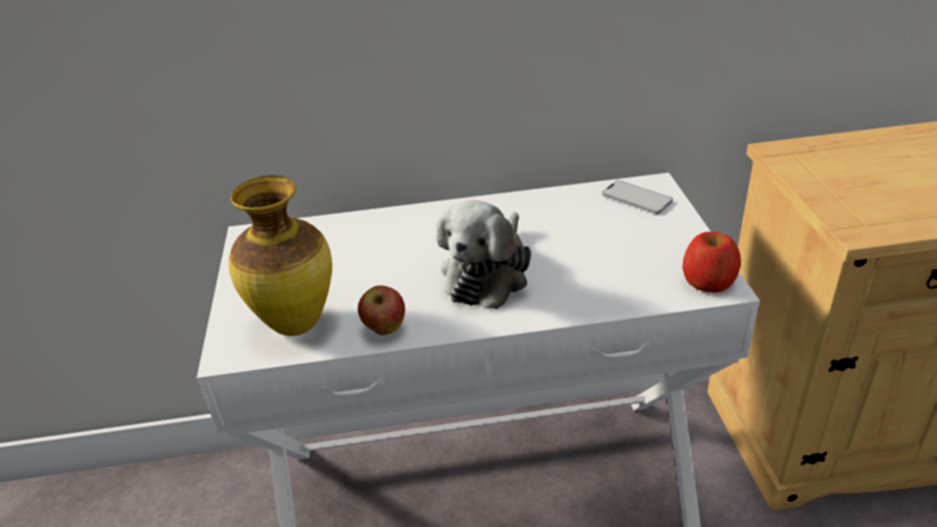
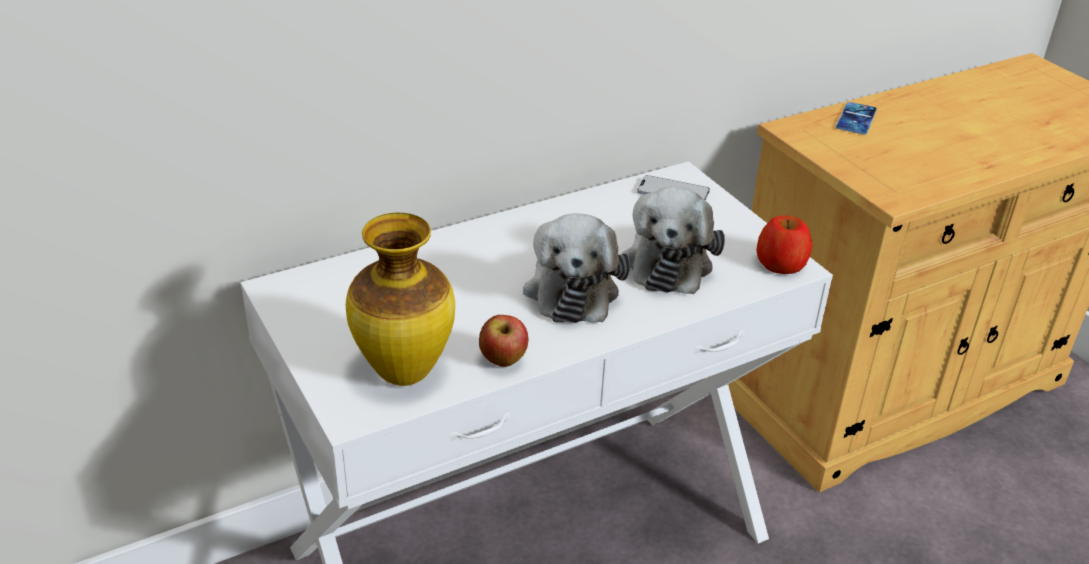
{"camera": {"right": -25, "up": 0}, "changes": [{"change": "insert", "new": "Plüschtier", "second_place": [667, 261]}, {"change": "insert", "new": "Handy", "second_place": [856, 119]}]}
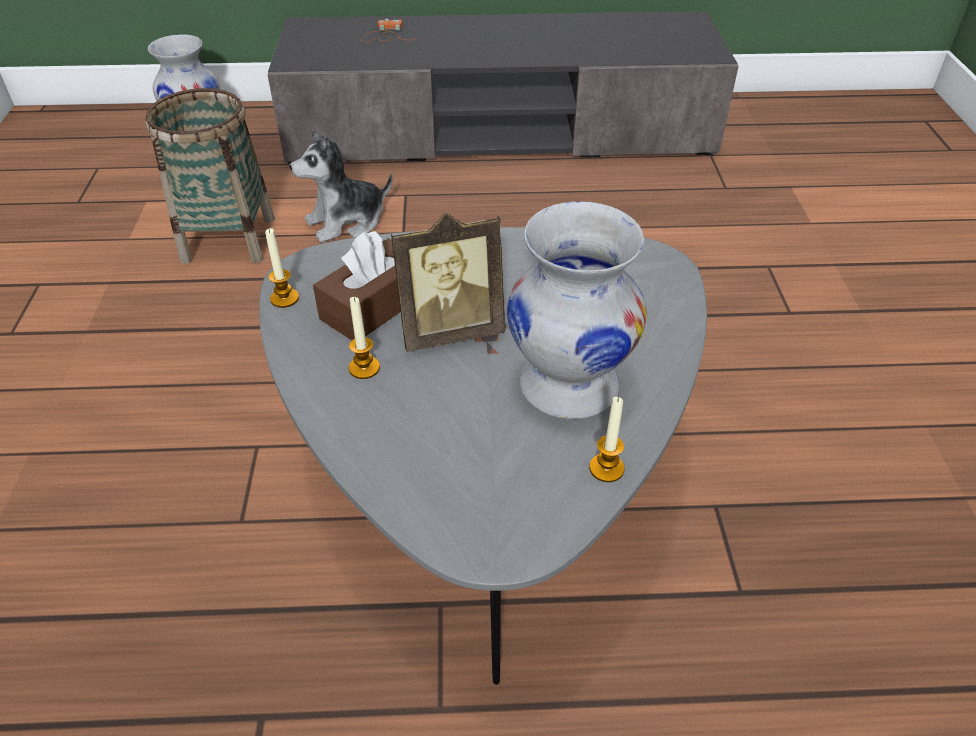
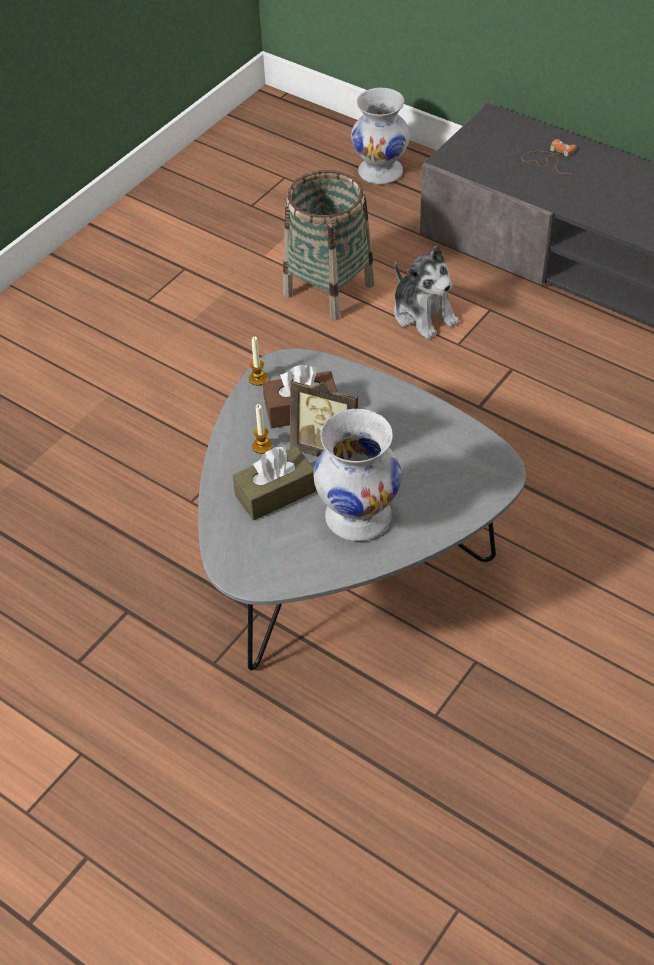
{"camera": {"right": 40, "up": 5}, "changes": [{"change": "rotate", "old": "Plüschtier", "first_place": [346, 222], "second_place": [423, 314], "degrees": -135}, {"change": "delete", "old": "Kerze", "first_place": [606, 468]}, {"change": "insert", "new": "Taschentuchbox (braun)", "second_place": [276, 493]}]}
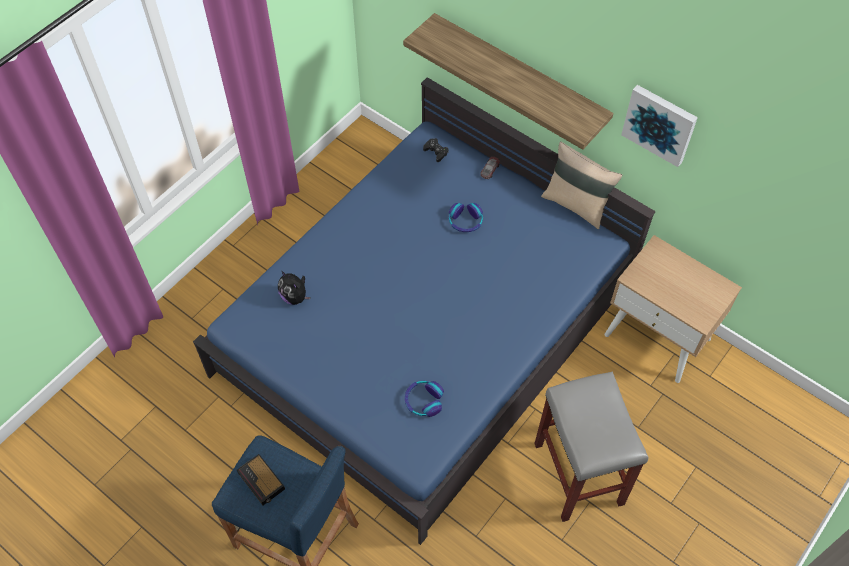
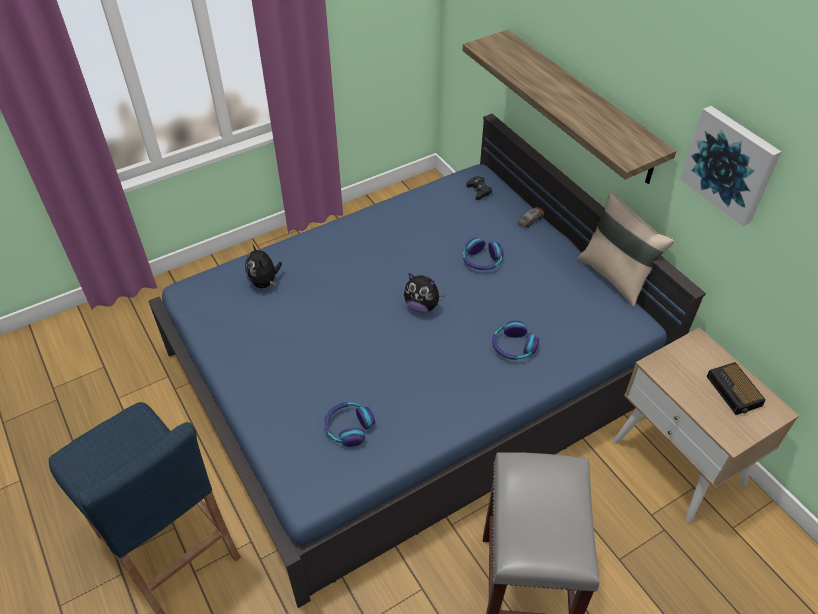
{"camera": {"right": 20, "up": -10}, "changes": [{"change": "move", "old": "Wecker", "first_place": [262, 482], "second_place": [734, 392]}, {"change": "insert", "new": "Plüschtier", "second_place": [422, 306]}, {"change": "insert", "new": "Kopfhörer", "second_place": [513, 346]}]}
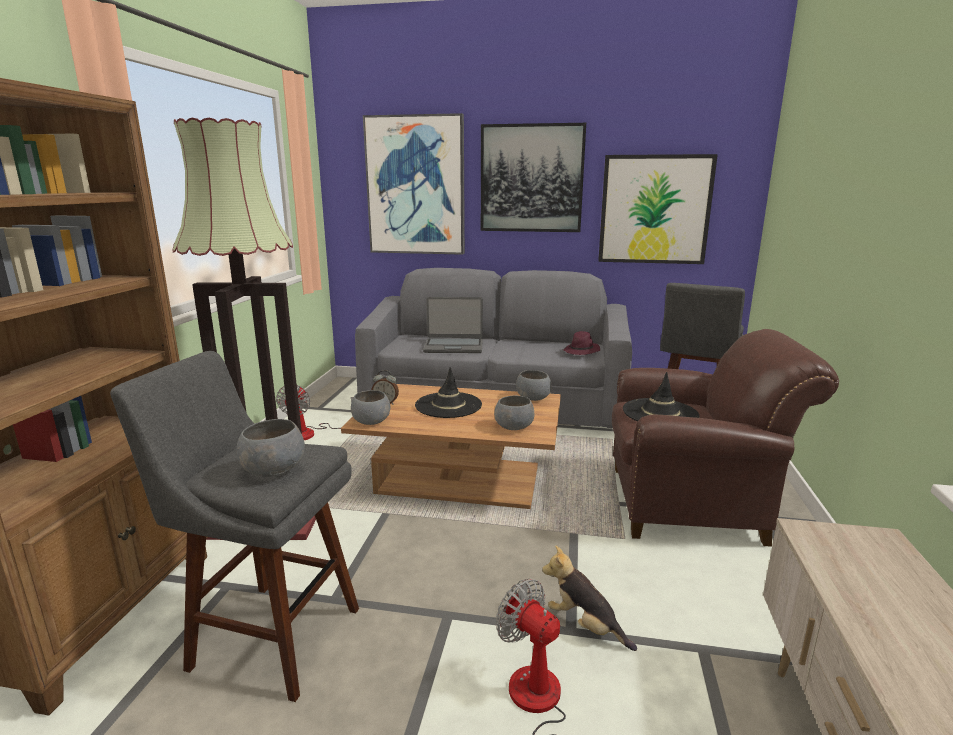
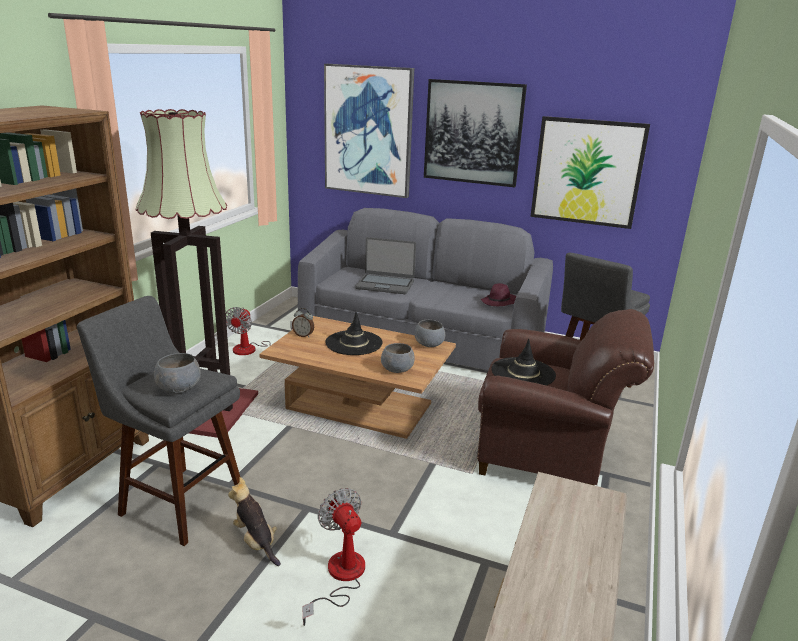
{"camera": {"right": 10, "up": 5}, "changes": [{"change": "delete", "old": "Schüssel (grau)", "first_place": [371, 422]}, {"change": "move", "old": "Plüschtier", "first_place": [585, 625], "second_place": [256, 542]}]}
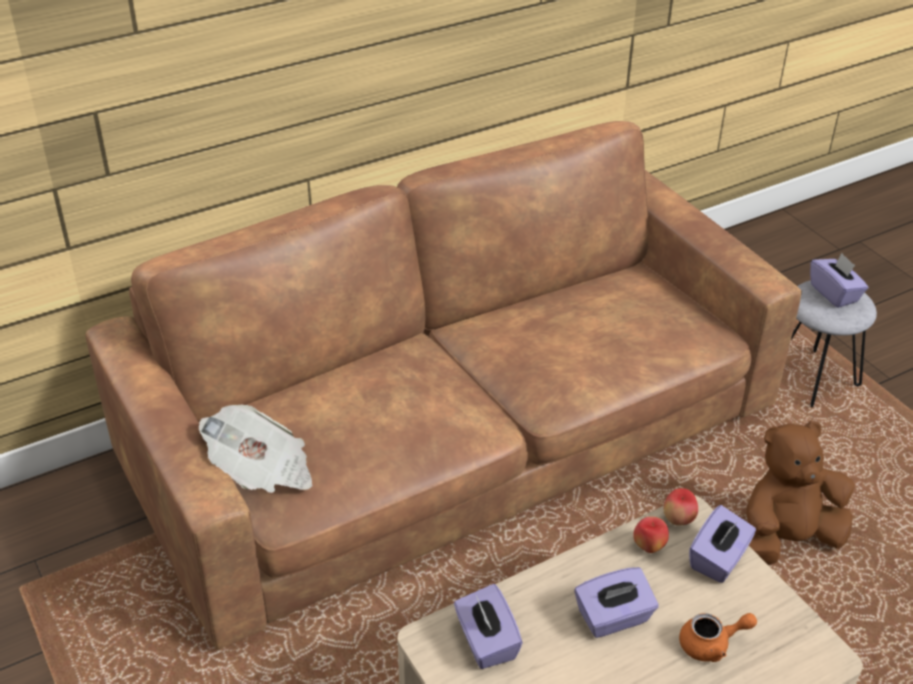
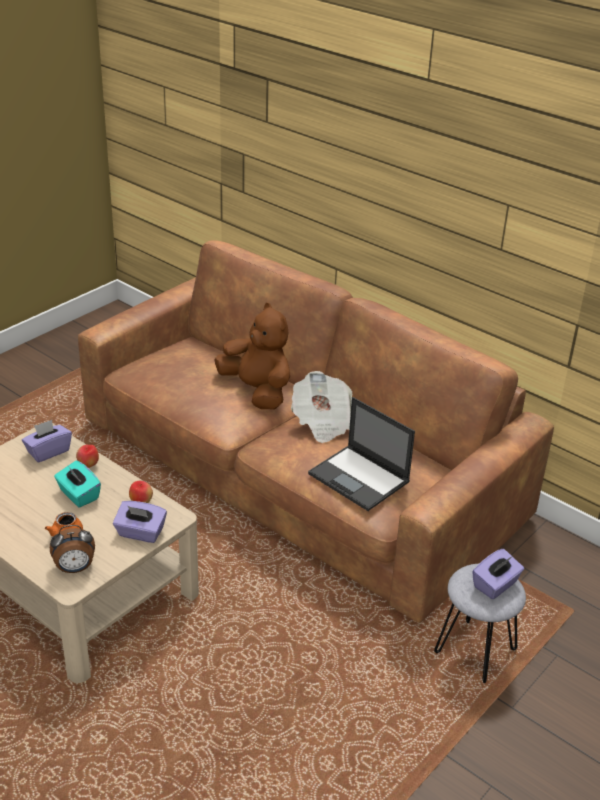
{"camera": {"right": 70, "up": -5}, "changes": [{"change": "move", "old": "Zeitung", "first_place": [262, 471], "second_place": [322, 422]}, {"change": "recolor", "old": "Taschentuchbox (lila)", "new": "Taschentuchbox (türkis)", "first_place": [613, 618], "second_place": [78, 495]}, {"change": "move", "old": "Apfel", "first_place": [678, 520], "second_place": [88, 465]}, {"change": "move", "old": "Plüschtier (braun)", "first_place": [785, 539], "second_place": [257, 391]}, {"change": "insert", "new": "Wecker", "second_place": [75, 569]}, {"change": "insert", "new": "Laptop", "second_place": [360, 478]}]}
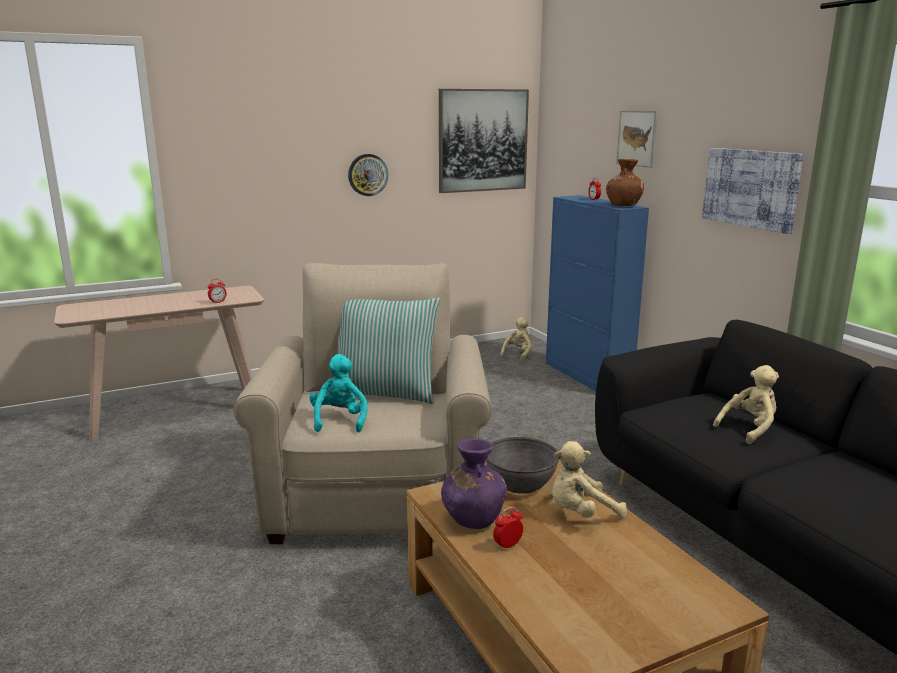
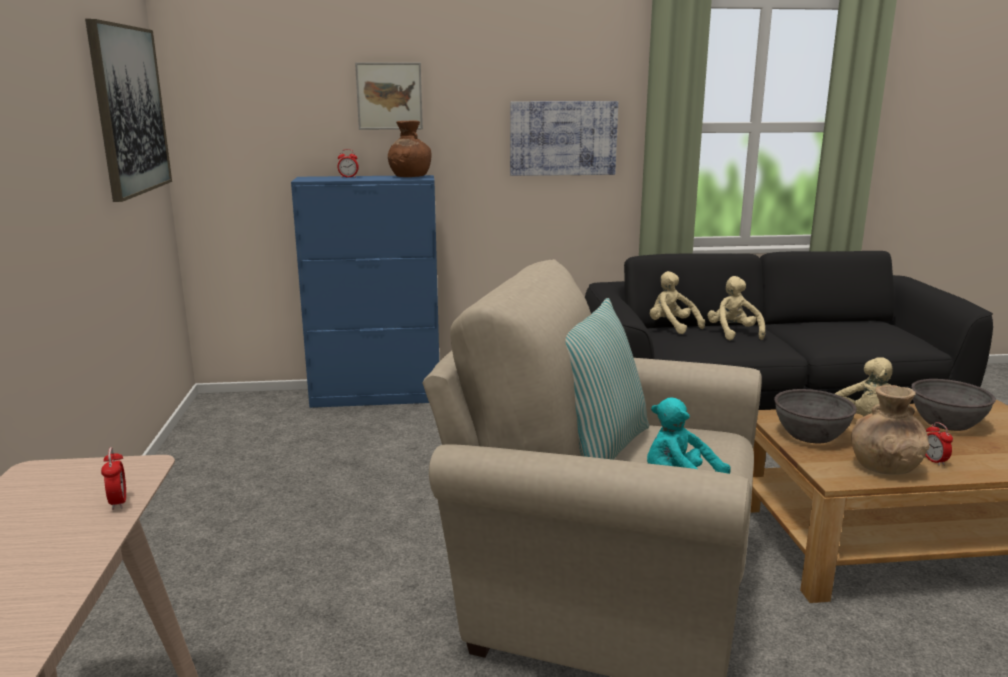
{"camera": {"right": -70, "up": 0}, "changes": [{"change": "delete", "old": "Wanduhr", "first_place": [367, 175]}, {"change": "recolor", "old": "Vase (lila)", "new": "Vase (braun)", "first_place": [473, 517], "second_place": [884, 467]}, {"change": "move", "old": "Plüschtier (beige)", "first_place": [517, 354], "second_place": [672, 327]}, {"change": "insert", "new": "Schüssel (grau)", "second_place": [946, 422]}]}
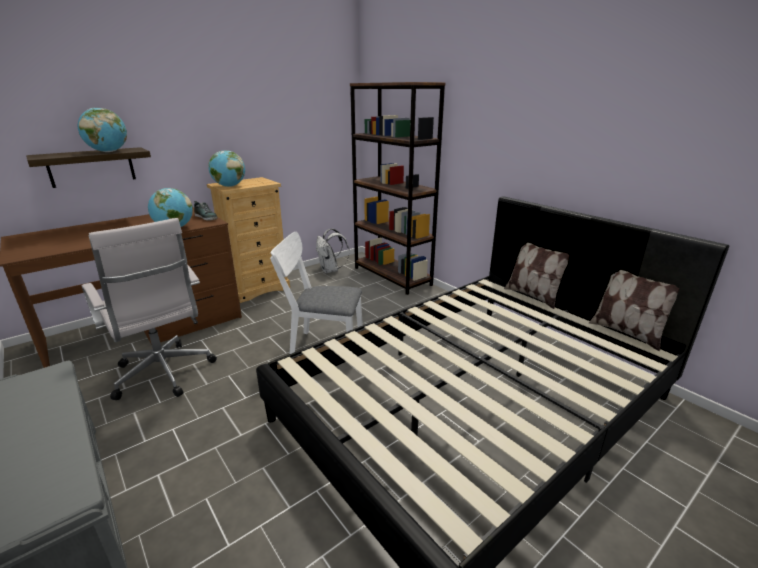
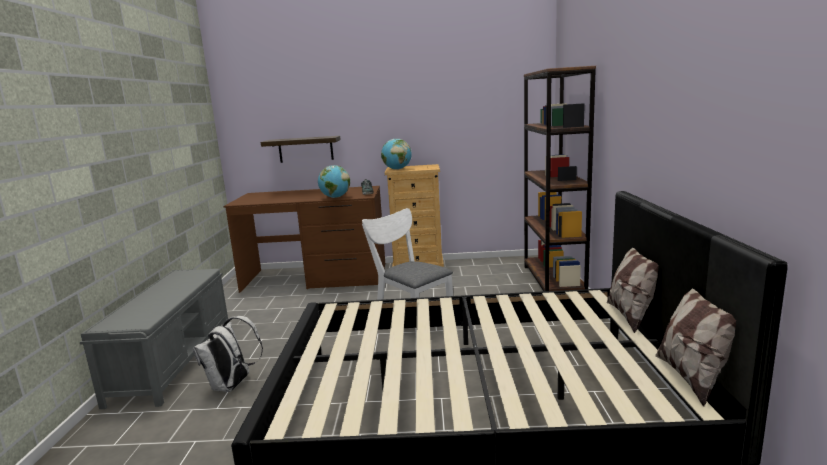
{"camera": {"right": 40, "up": -10}, "changes": [{"change": "delete", "old": "Globus", "first_place": [108, 152]}, {"change": "delete", "old": "Bürostuhl (weiß)", "first_place": [165, 375]}, {"change": "move", "old": "Rucksack (weiß)", "first_place": [330, 270], "second_place": [232, 386]}]}
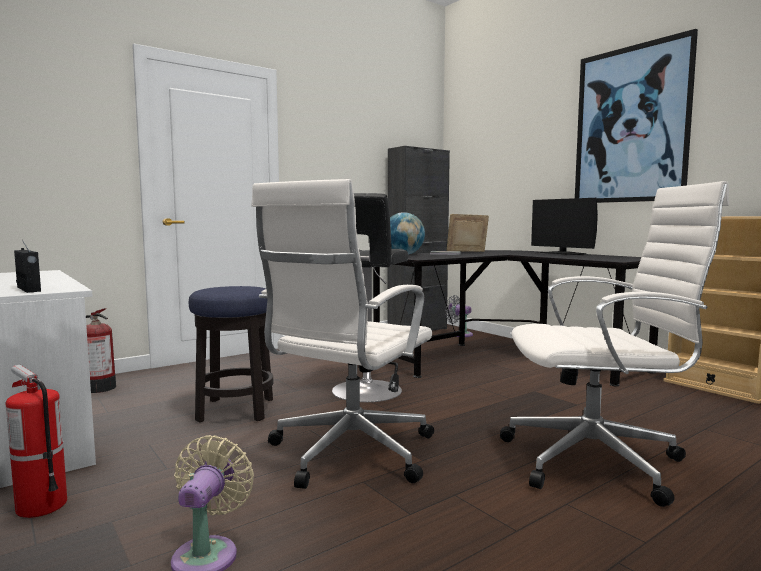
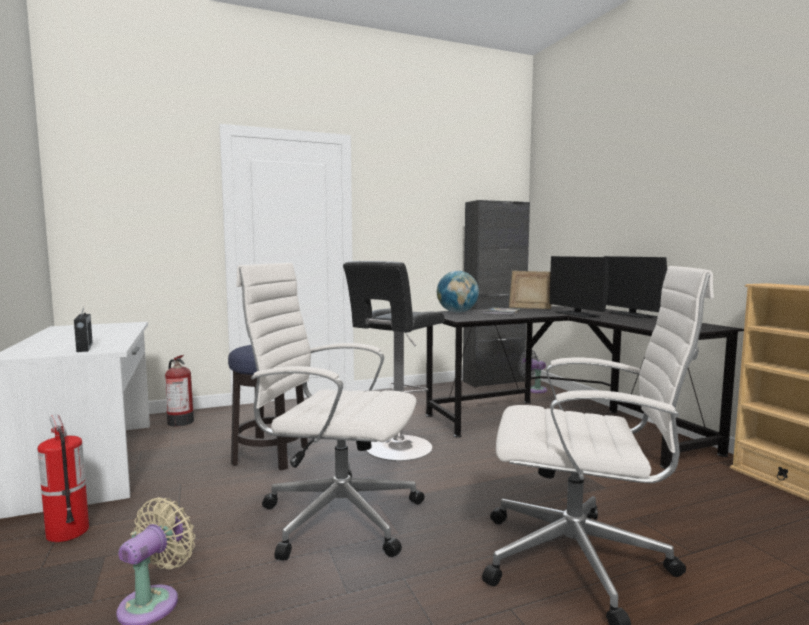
{"camera": {"right": 15, "up": 0}, "changes": [{"change": "rotate", "old": "Bürostuhl (weiß)", "first_place": [348, 453], "second_place": [336, 516], "degrees": 60}, {"change": "delete", "old": "Bild", "first_place": [631, 125]}, {"change": "insert", "new": "Monitor", "second_place": [577, 314]}]}
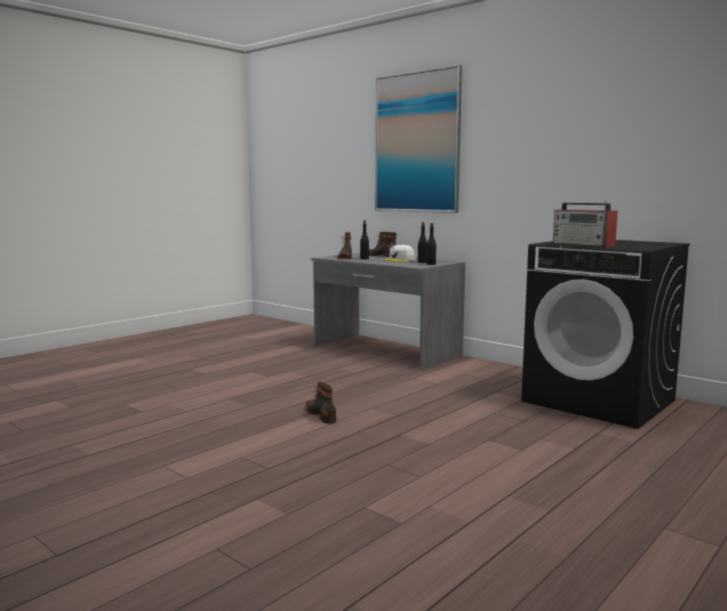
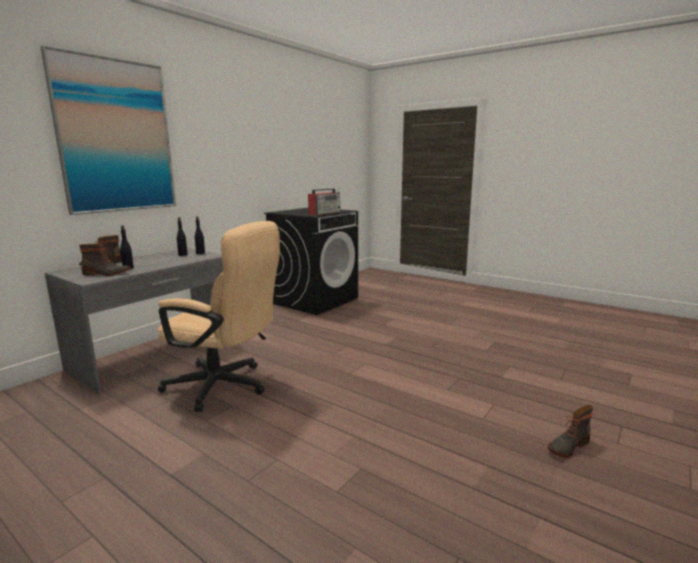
{"camera": {"right": -95, "up": 5}, "changes": [{"change": "move", "old": "Stiefel", "first_place": [322, 414], "second_place": [567, 446]}, {"change": "delete", "old": "Kappe (weiß)", "first_place": [399, 260]}, {"change": "insert", "new": "Bürostuhl (beige)", "second_place": [225, 387]}]}
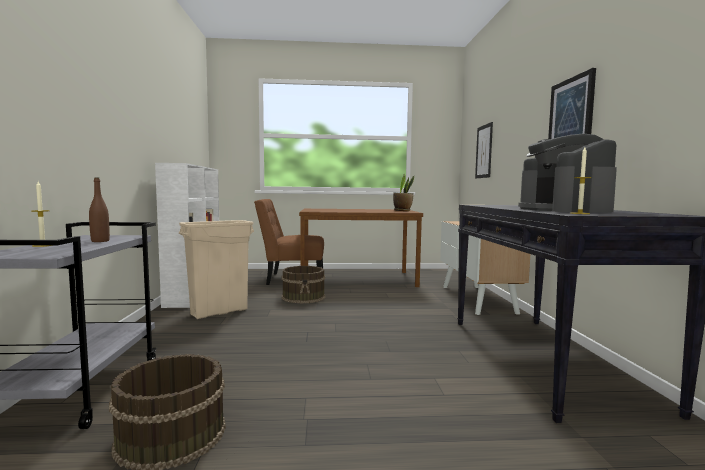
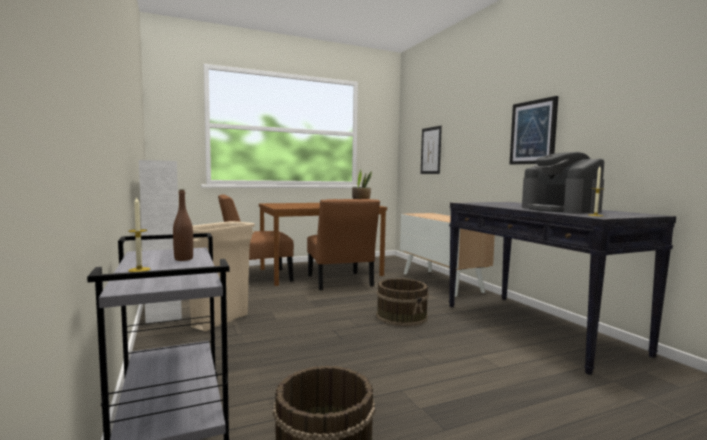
{"camera": {"right": -20, "up": 0}, "changes": [{"change": "move", "old": "Eimer (braun)", "first_place": [304, 297], "second_place": [402, 316]}, {"change": "insert", "new": "Stuhl (braun)", "second_place": [340, 282]}]}
